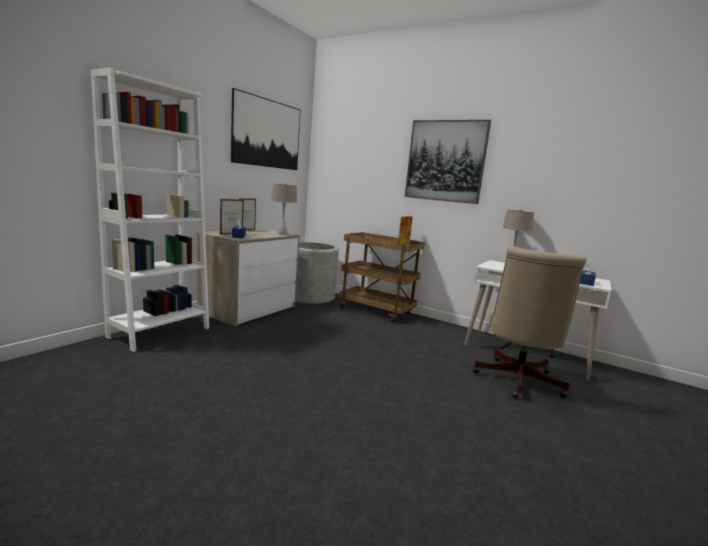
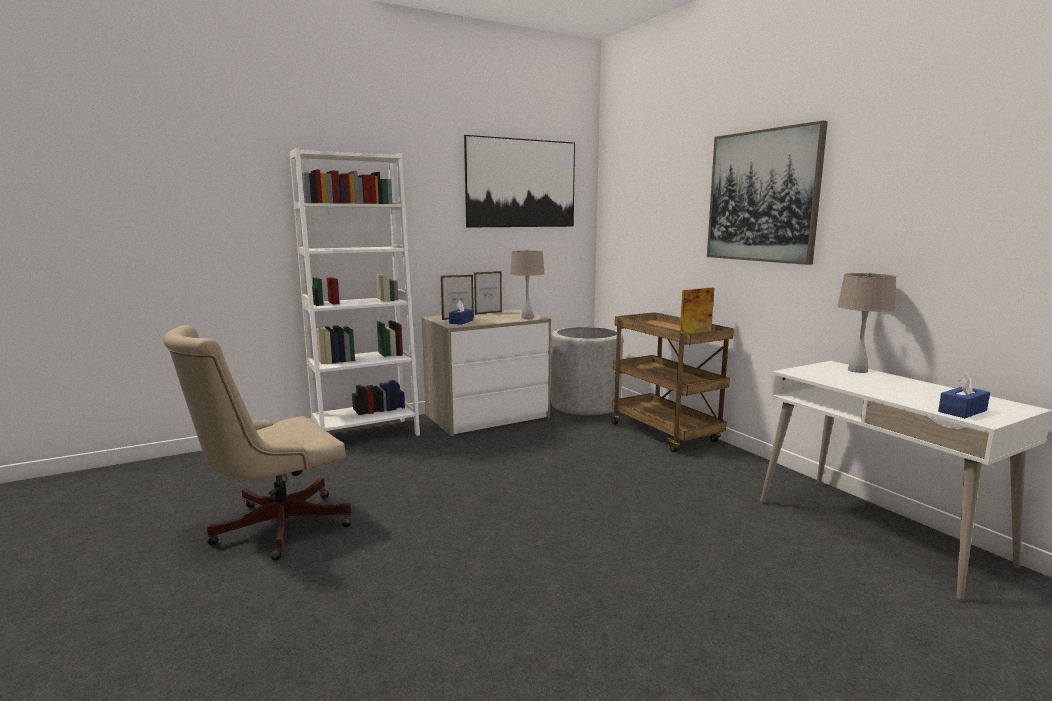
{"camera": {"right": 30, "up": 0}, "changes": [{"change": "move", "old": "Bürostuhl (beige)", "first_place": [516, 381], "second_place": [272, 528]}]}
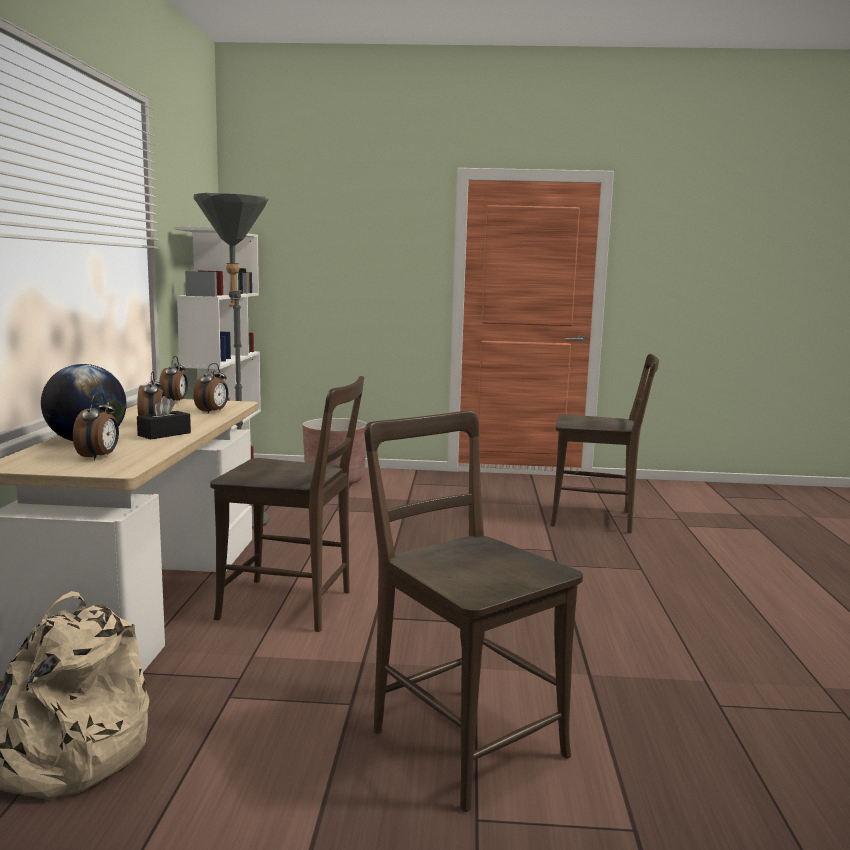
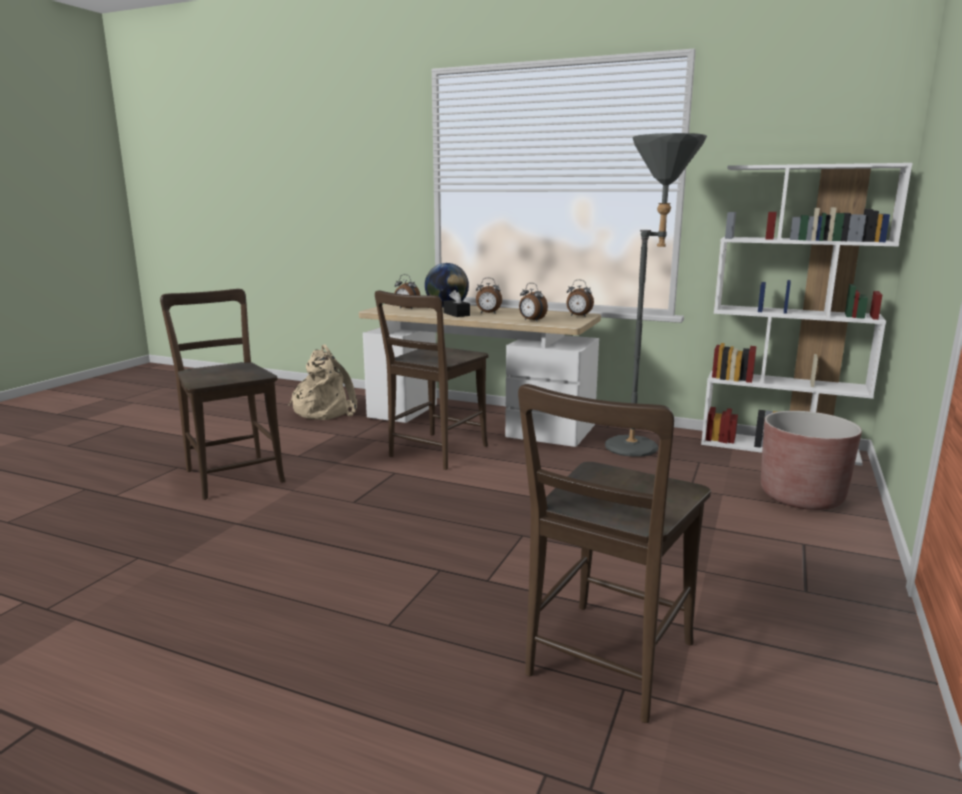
{"camera": {"right": 110, "up": 5}, "changes": [{"change": "rotate", "old": "Stuhl (braun)", "first_place": [461, 738], "second_place": [233, 474], "degrees": -105}]}
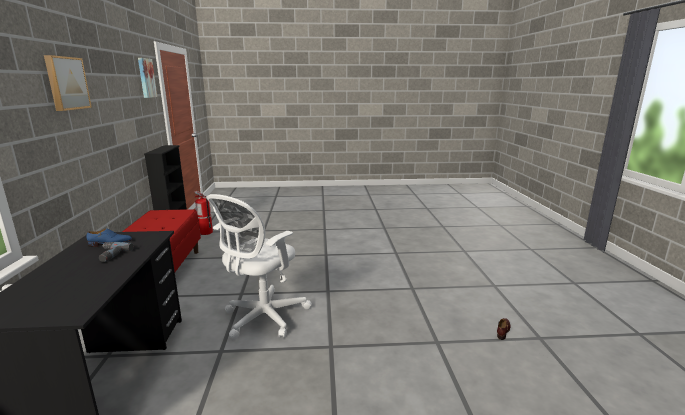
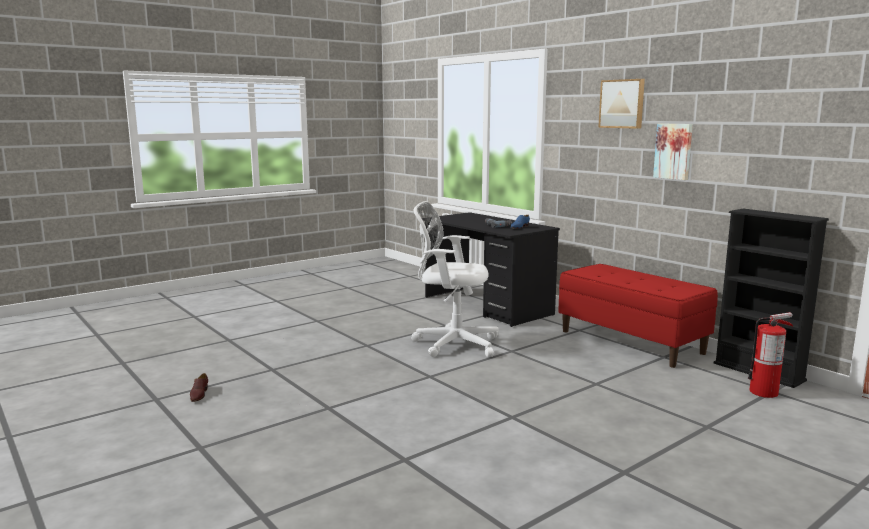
{"camera": {"right": 145, "up": -5}, "changes": [{"change": "move", "old": "Bild", "first_place": [146, 78], "second_place": [673, 151]}, {"change": "rotate", "old": "Bürostuhl (weiß)", "first_place": [262, 318], "second_place": [452, 343], "degrees": -75}]}
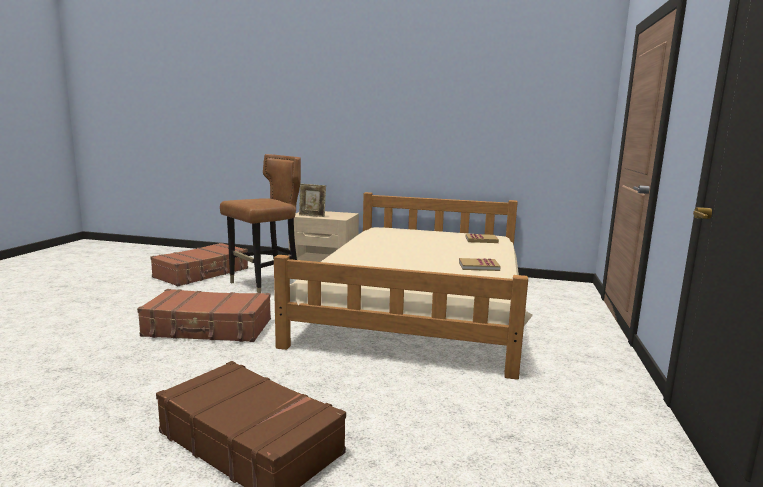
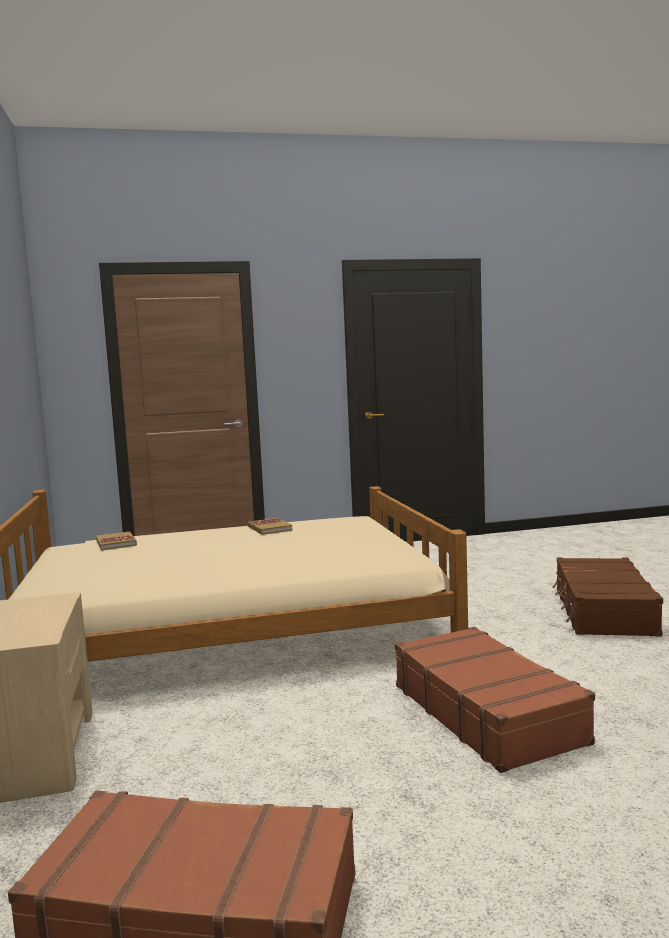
{"camera": {"right": -115, "up": -5}, "changes": [{"change": "delete", "old": "Stuhl (braun)", "first_place": [266, 285]}, {"change": "delete", "old": "Bilderrahmen", "first_place": [312, 216]}]}
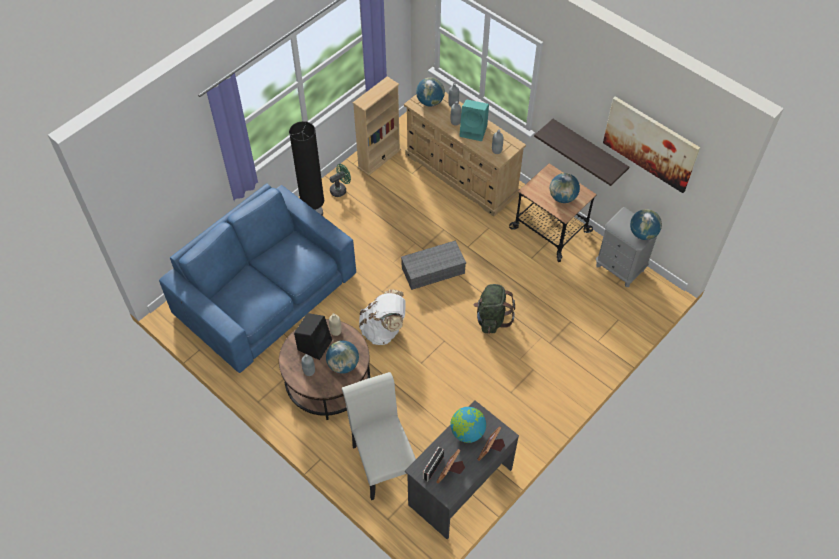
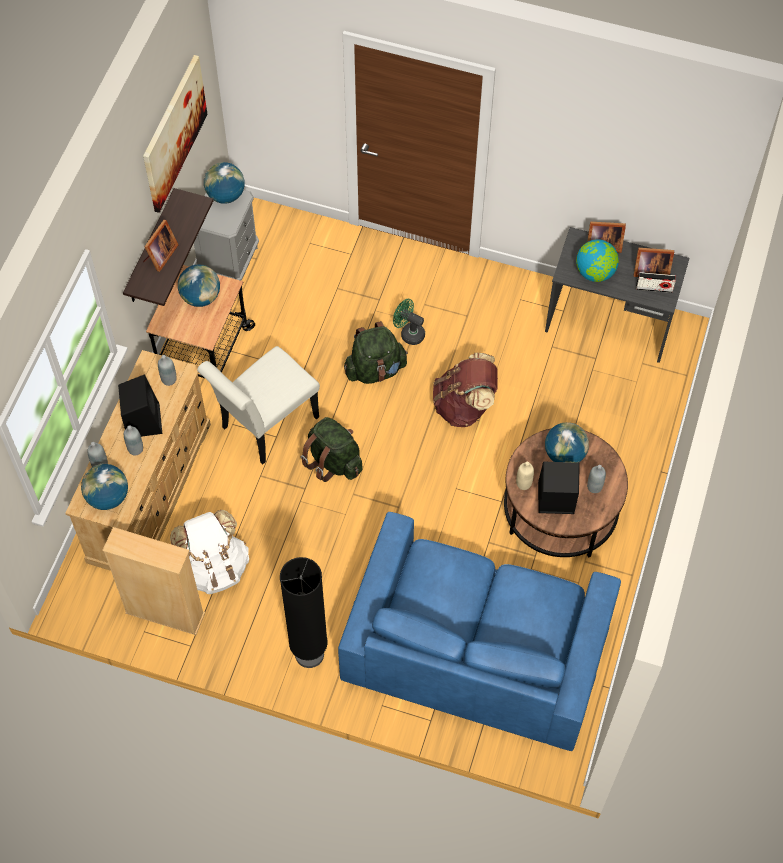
{"camera": {"right": -115, "up": 5}, "changes": [{"change": "move", "old": "Ventilator (grün)", "first_place": [340, 189], "second_place": [409, 333]}, {"change": "move", "old": "Stuhl (weiß)", "first_place": [382, 459], "second_place": [265, 426]}, {"change": "move", "old": "Rucksack (weiß)", "first_place": [384, 329], "second_place": [214, 567]}, {"change": "replace", "old": "Aufbewahrungsbox (grau)", "new": "Rucksack (grün)", "first_place": [433, 269], "second_place": [333, 461]}, {"change": "recolor", "old": "Lautsprecher (türkis)", "new": "Lautsprecher (schwarz)", "first_place": [474, 130], "second_place": [143, 419]}, {"change": "insert", "new": "Bilderrahmen", "second_place": [160, 256]}, {"change": "insert", "new": "Rucksack (braun)", "second_place": [464, 406]}]}
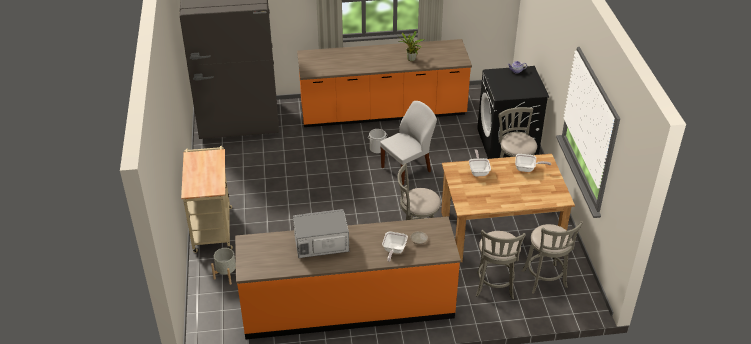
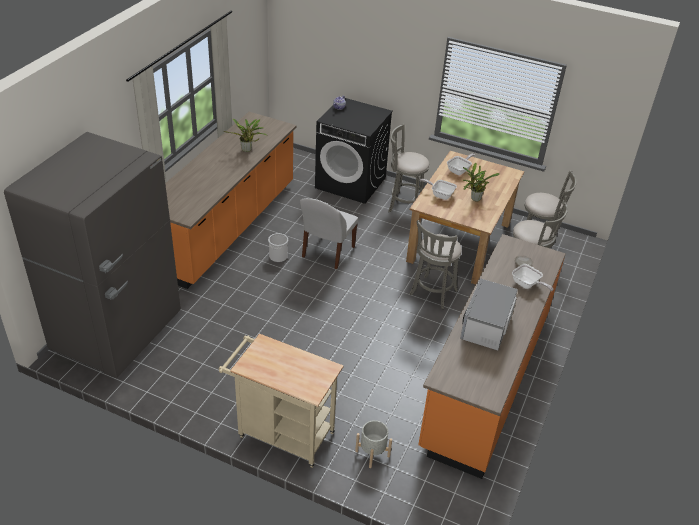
{"camera": {"right": -60, "up": 0}, "changes": [{"change": "rotate", "old": "Stuhl (weiß)", "first_place": [407, 169], "second_place": [327, 252], "degrees": -150}, {"change": "insert", "new": "Topfpflanze", "second_place": [474, 199]}]}
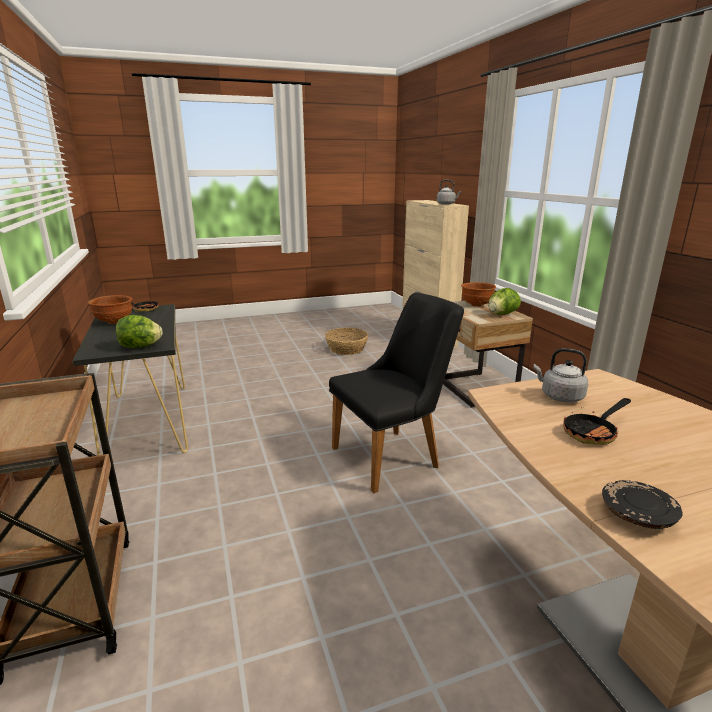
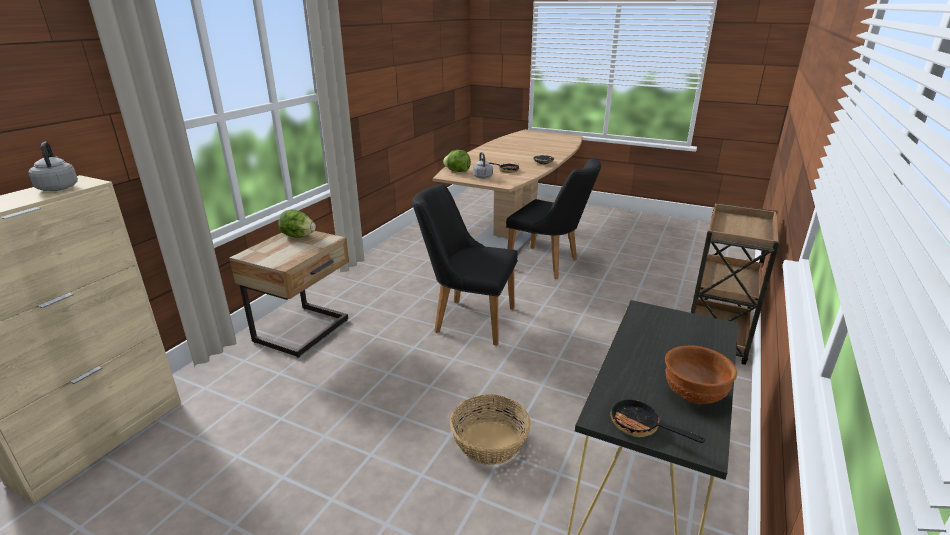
{"camera": {"right": -135, "up": 5}, "changes": [{"change": "move", "old": "Salatkopf", "first_place": [140, 346], "second_place": [457, 171]}, {"change": "move", "old": "Korb", "first_place": [347, 349], "second_place": [489, 442]}, {"change": "delete", "old": "Schüssel (braun)", "first_place": [476, 305]}, {"change": "insert", "new": "Stuhl (schwarz)", "second_place": [549, 264]}]}
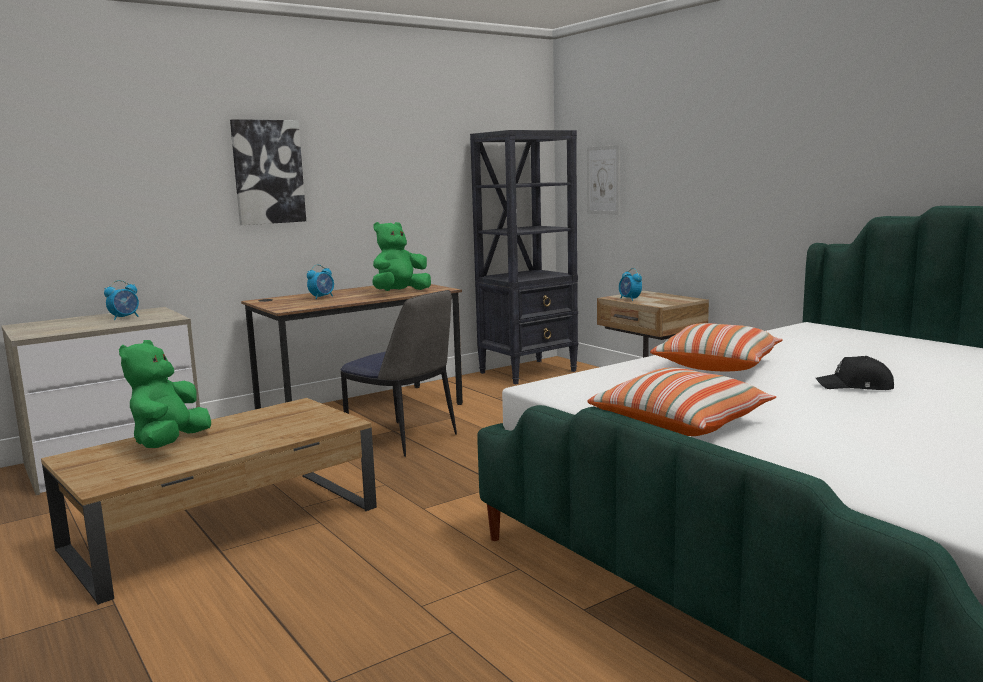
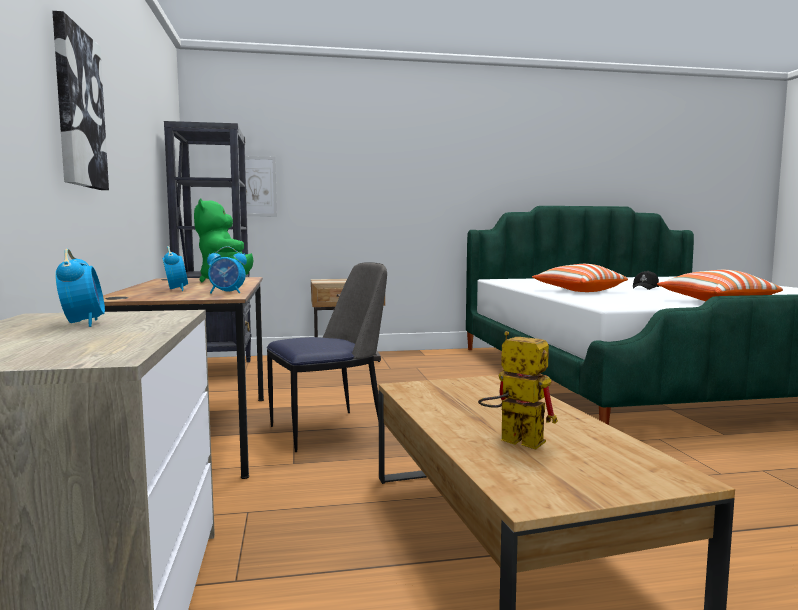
{"camera": {"right": -65, "up": -5}, "changes": [{"change": "replace", "old": "Plüschtier (grün)", "new": "Spielzeugroboter", "first_place": [170, 444], "second_place": [512, 440]}, {"change": "move", "old": "Wecker", "first_place": [630, 299], "second_place": [227, 293]}]}
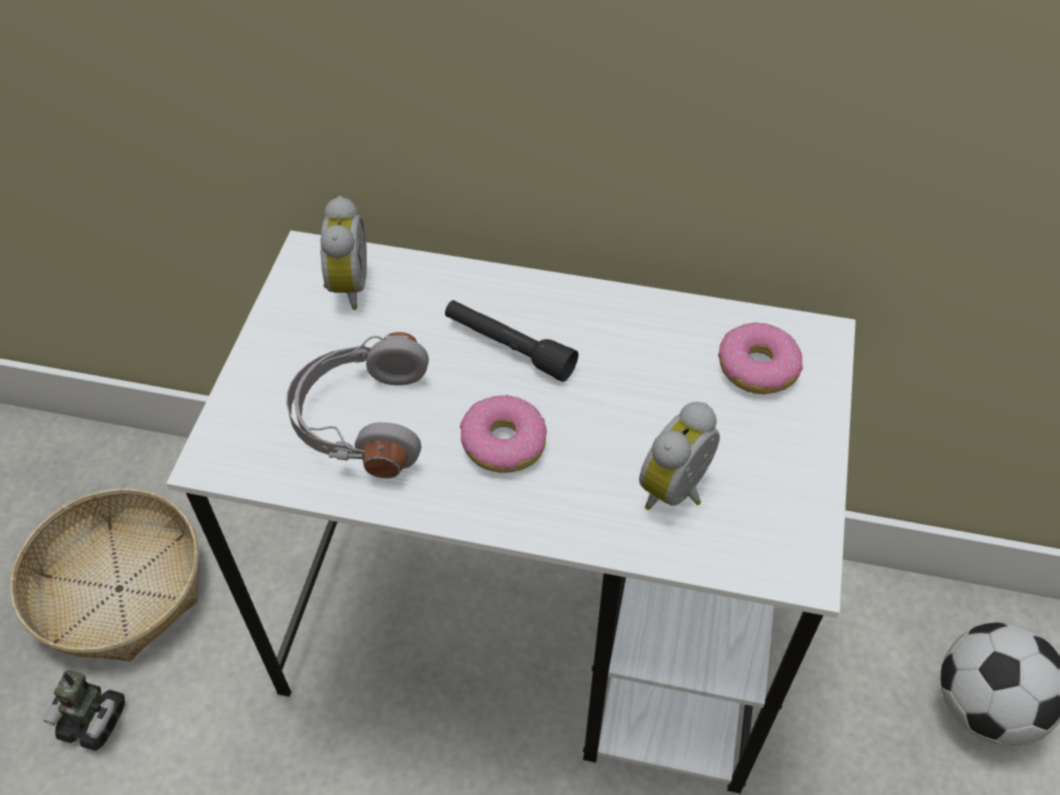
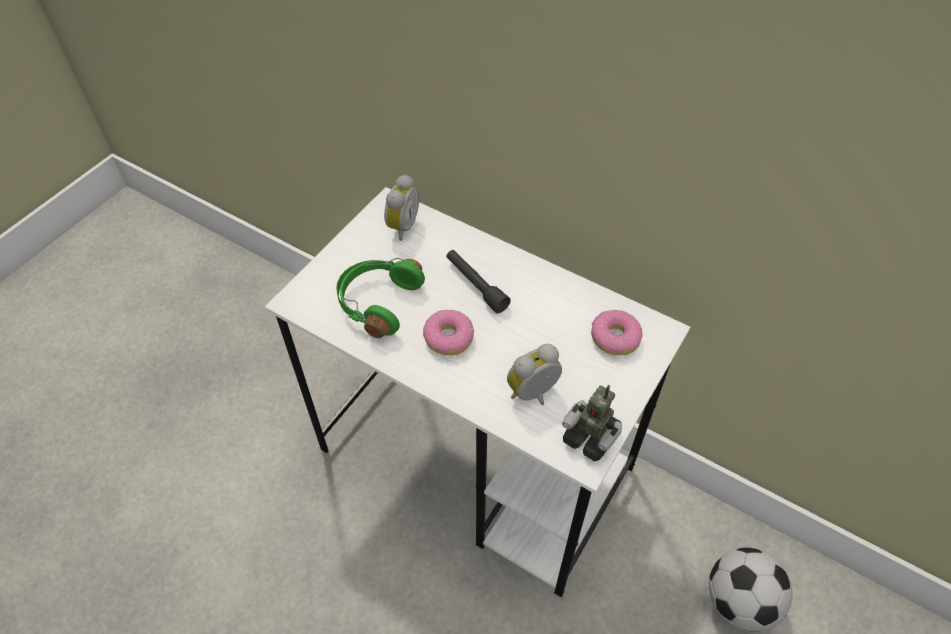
{"camera": {"right": 20, "up": 0}, "changes": [{"change": "delete", "old": "Korb", "first_place": [119, 590]}, {"change": "move", "old": "Spielzeugroboter", "first_place": [94, 720], "second_place": [591, 437]}, {"change": "recolor", "old": "Kopfhörer (grau)", "new": "Kopfhörer (grün)", "first_place": [360, 420], "second_place": [377, 302]}]}
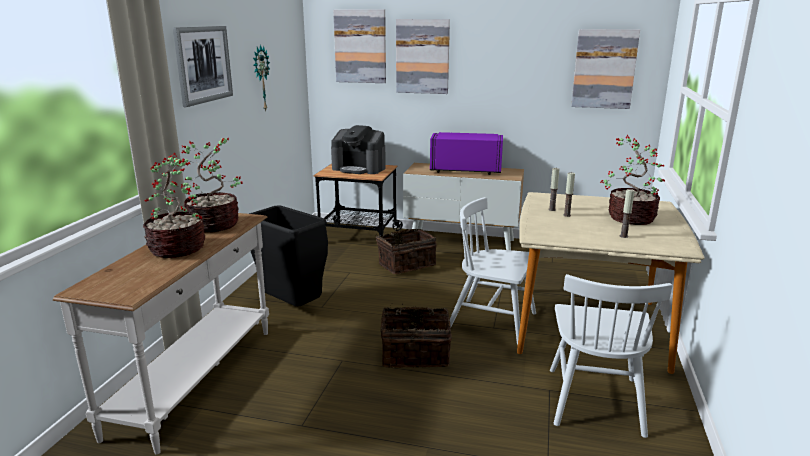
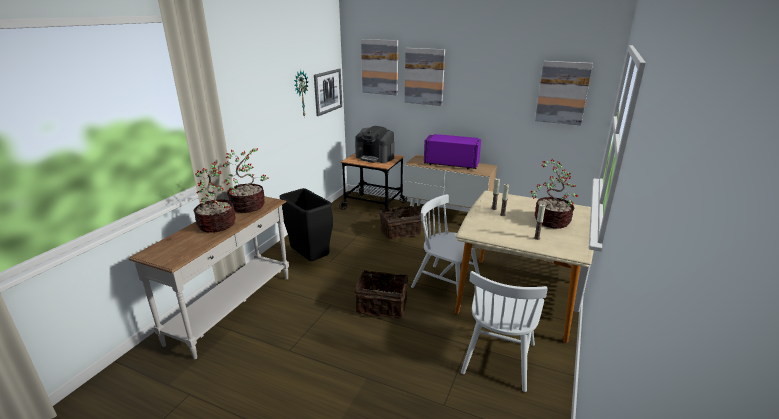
{"camera": {"right": 10, "up": 5}, "changes": [{"change": "move", "old": "Bild", "first_place": [203, 64], "second_place": [327, 91]}]}
